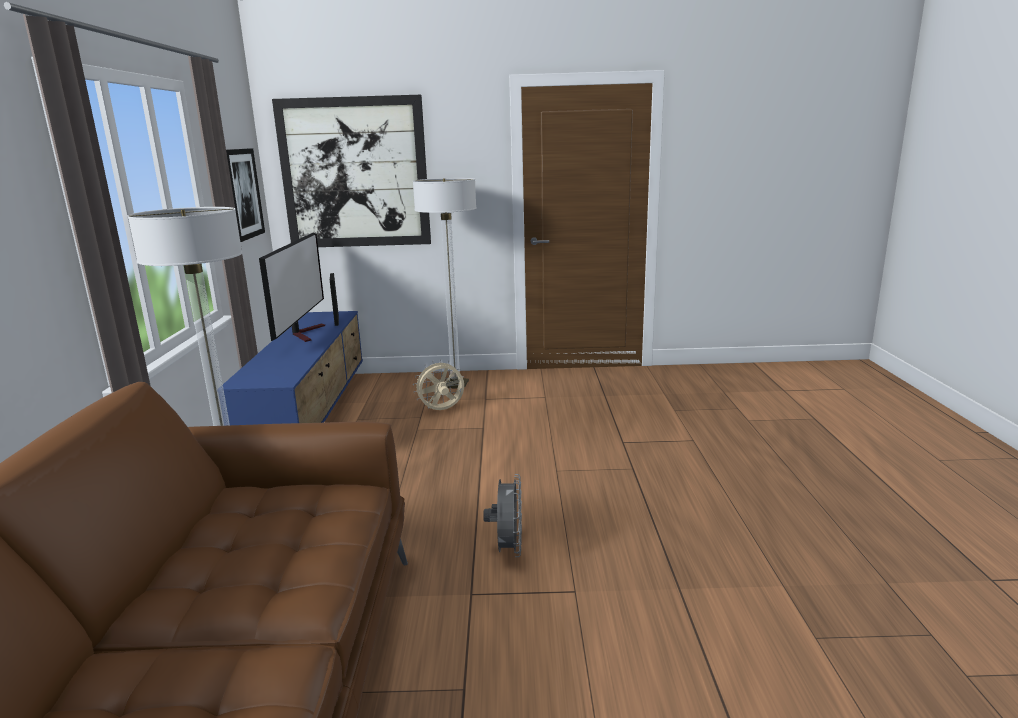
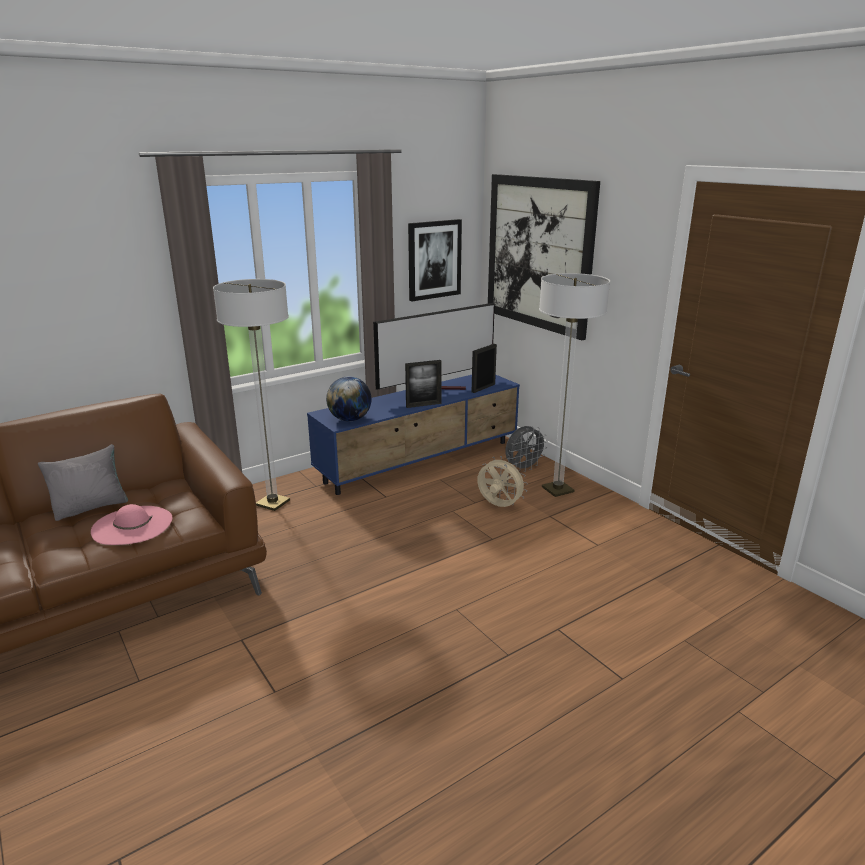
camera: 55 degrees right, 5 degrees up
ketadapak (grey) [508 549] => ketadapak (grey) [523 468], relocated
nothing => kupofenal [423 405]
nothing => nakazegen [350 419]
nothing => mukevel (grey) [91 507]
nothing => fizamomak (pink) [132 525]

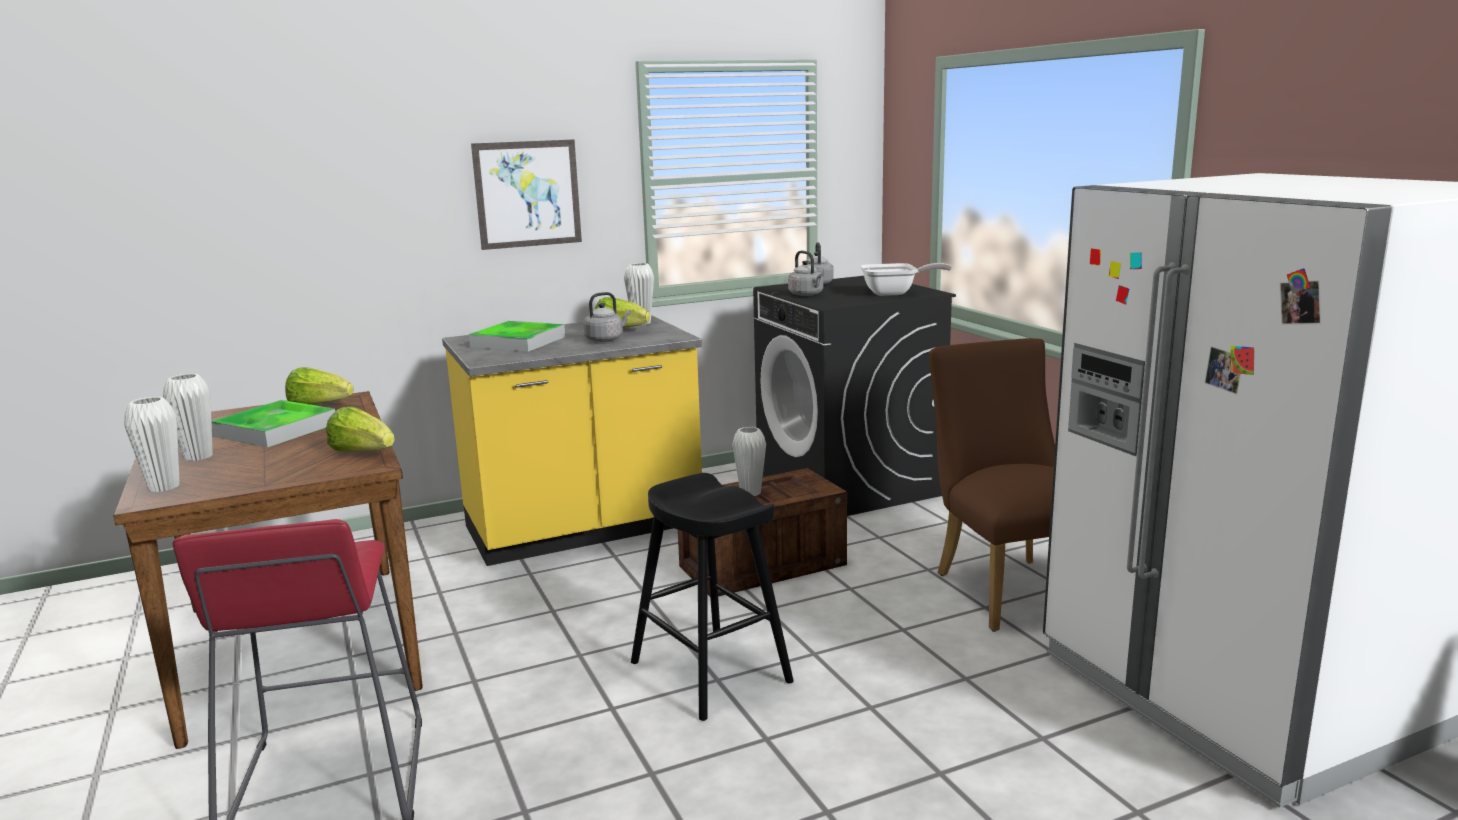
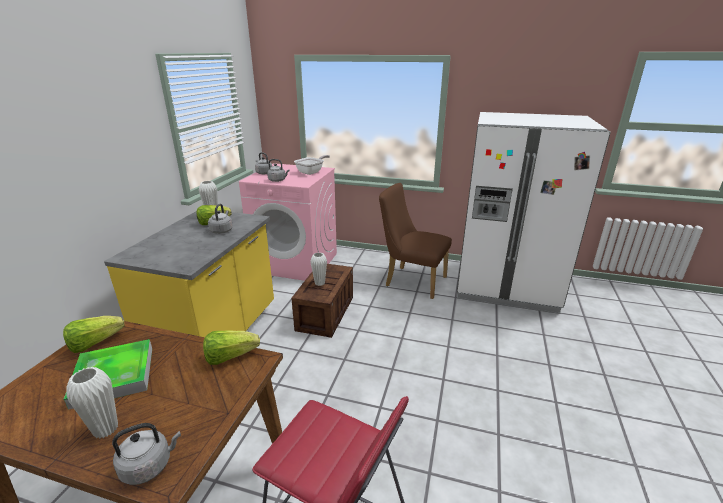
camera: 50 degrees left, 10 degrees up
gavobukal [527 194] => nothing
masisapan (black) [849 484] => masisapan (pink) [296 262]
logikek [518 342] => nothing
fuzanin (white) [164 487] => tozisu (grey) [149 465]
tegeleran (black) [710 672] => nothing

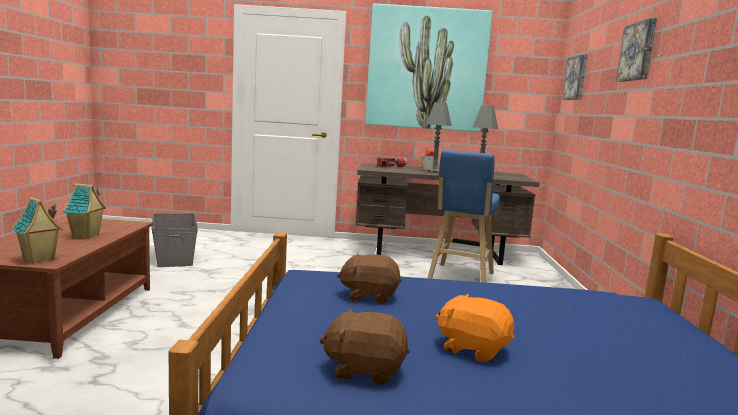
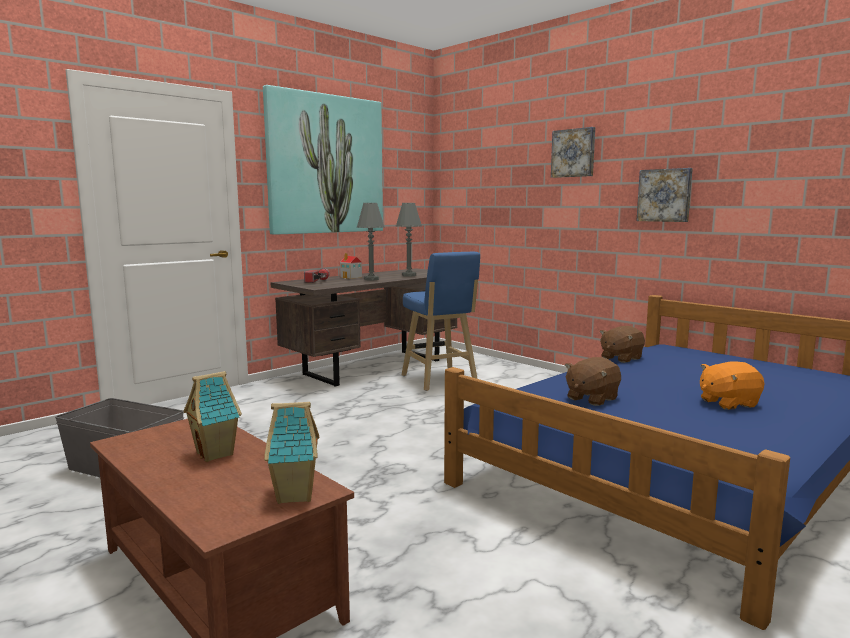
camera: 45 degrees left, 0 degrees up
gavobukal [577 78] => gavobukal [665 195], relocated
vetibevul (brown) [364 370] => vetibevul (brown) [620 358], relocated

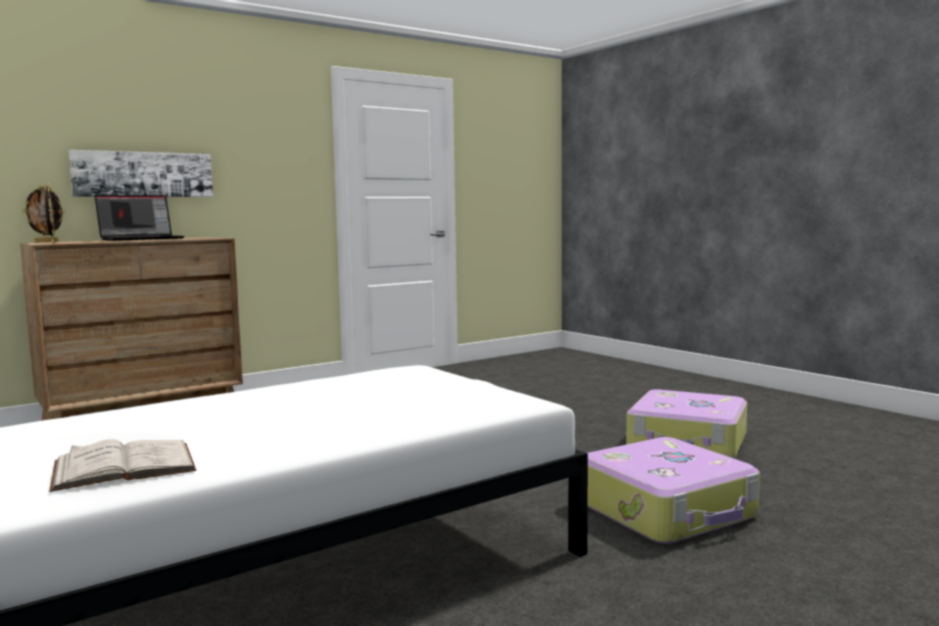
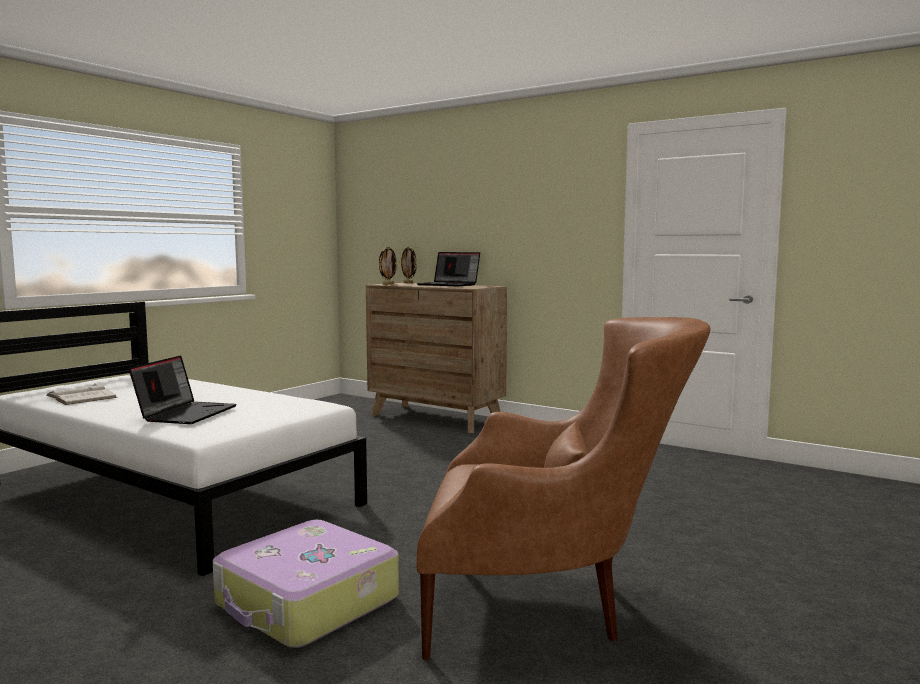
camera: 70 degrees right, 0 degrees up
gavobukal [143 174] => nothing
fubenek [688 442] => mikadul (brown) [552 605]
nothing => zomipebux [186 413]

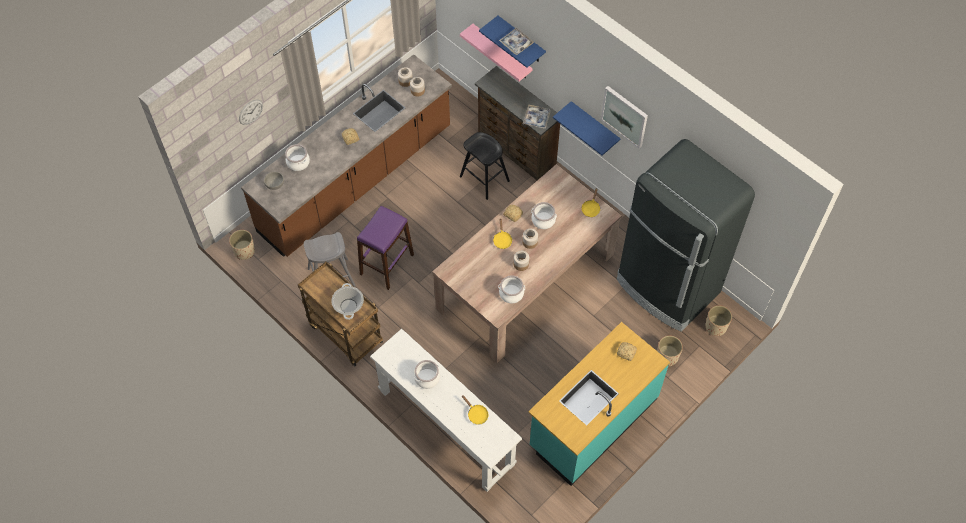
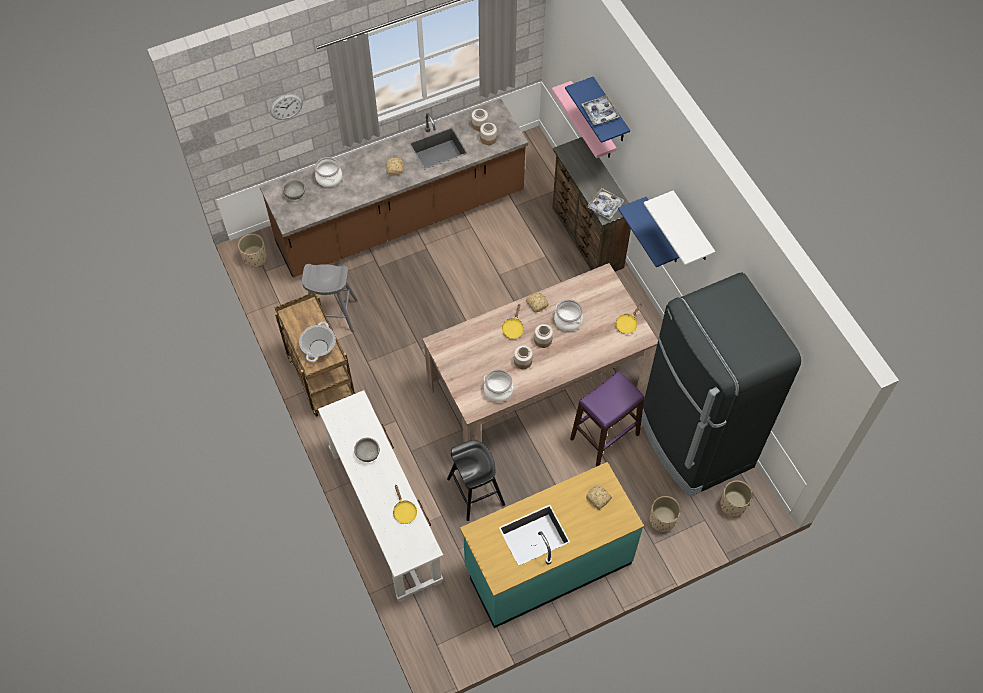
camera: 20 degrees right, 0 degrees up
gavobukal [625 116] => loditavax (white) [692 228]
tegeleran (black) [484 178] => tegeleran (black) [475 491], relocated
tegeleran (purple) [387 264] => tegeleran (purple) [604 436], relocated
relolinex [427 378] => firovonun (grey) [368 453]

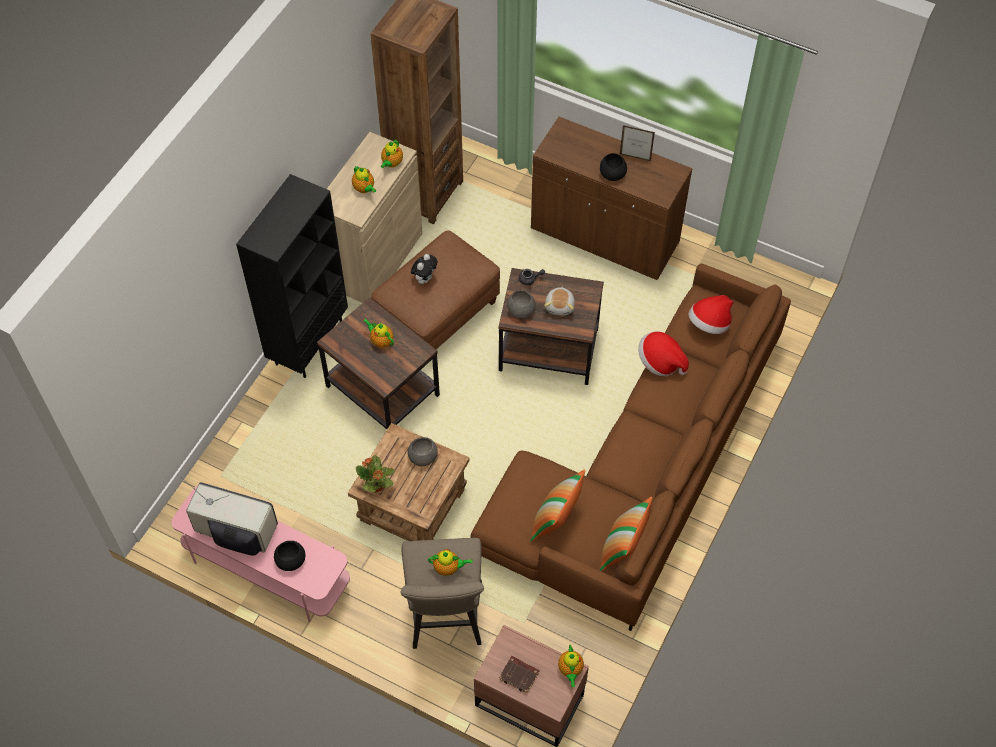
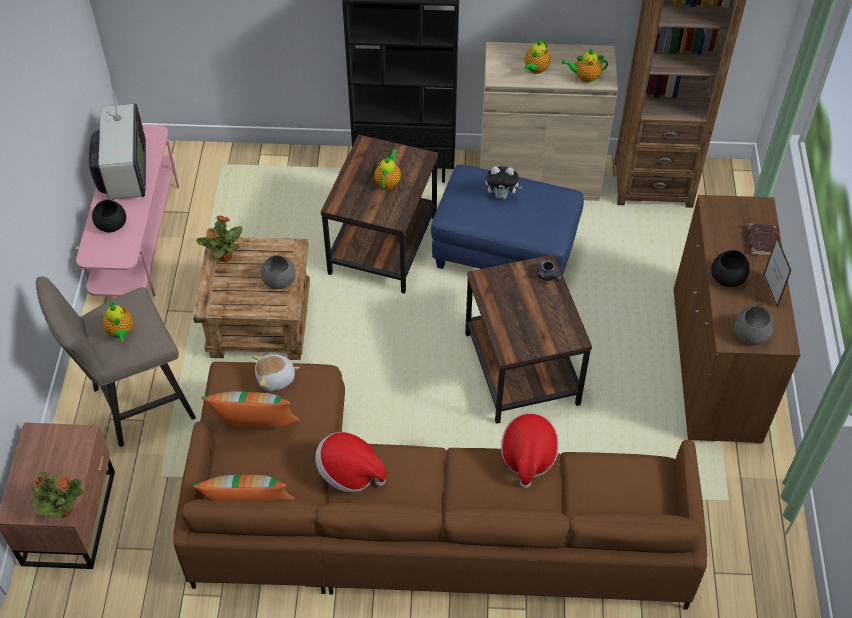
camera: 65 degrees right, 5 degrees down
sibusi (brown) [437 314] => sibusi (blue) [505 253]
vetibevul [560 306] => vetibevul [276 378], relocated
firovonun (grey) [520 310] => firovonun (grey) [751 333], relocated
fizamomak [709 324] => fizamomak [349 472], relocated
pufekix [570 670] => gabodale [63 510]
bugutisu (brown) [519 675] => bugutisu (brown) [765 242], relocated

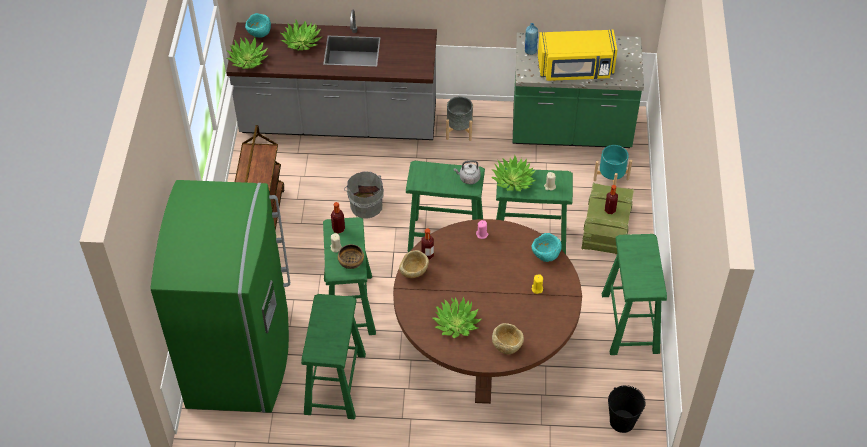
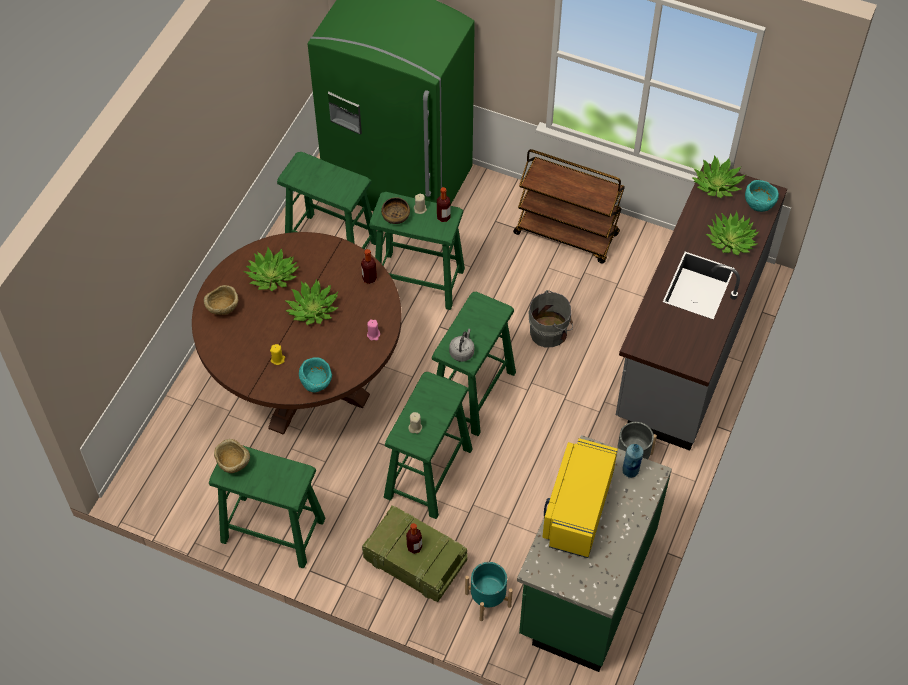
camera: 110 degrees right, 5 degrees up
gabodale [513 180] => gabodale [313 309], relocated
firovonun (beige) [414 273] => firovonun (beige) [233 464], relocated
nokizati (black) [622 421] => nothing

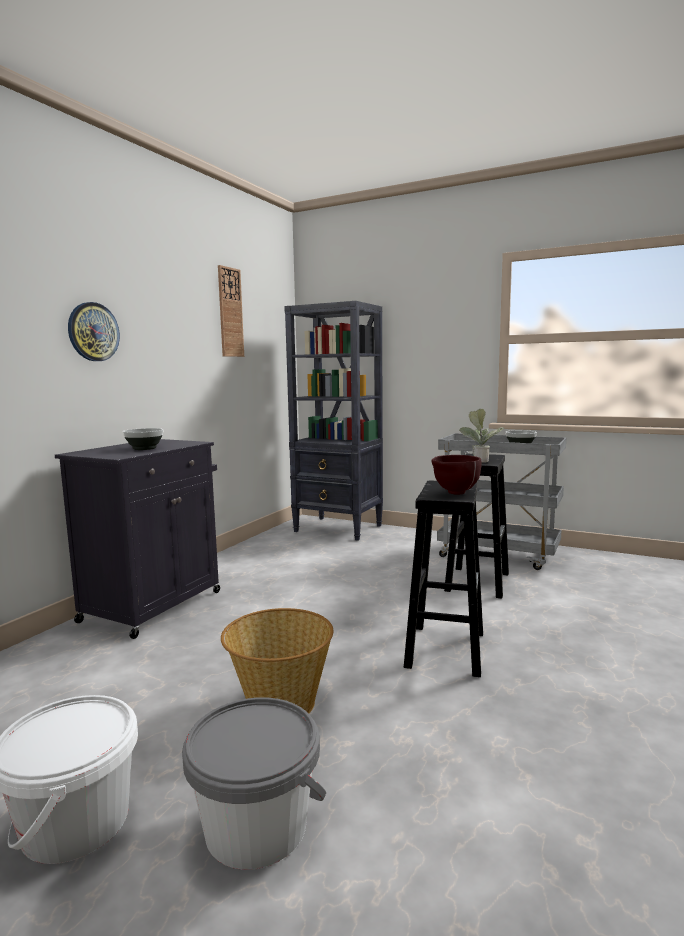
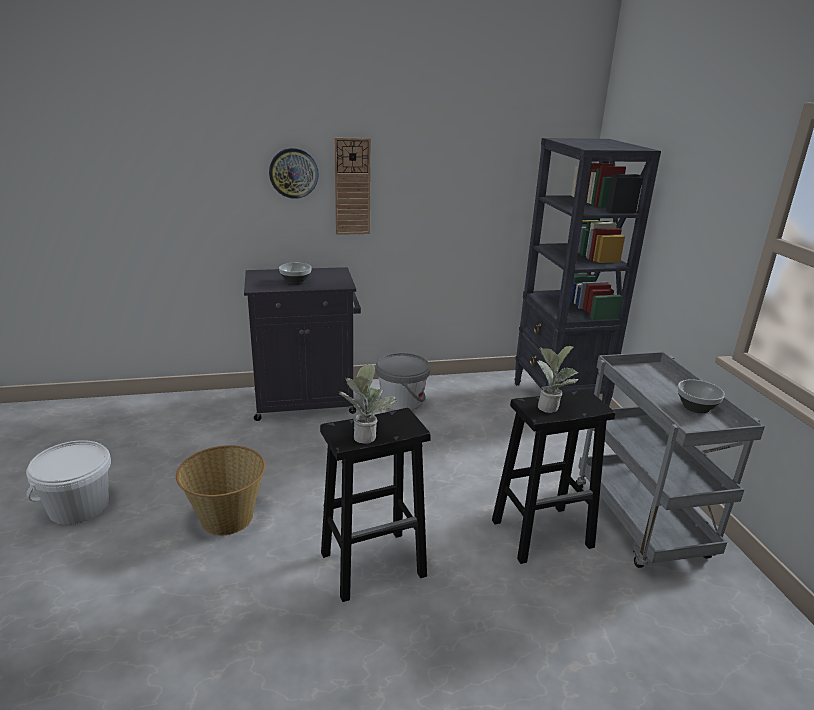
camera: 50 degrees right, 15 degrees up
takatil [230 312] => takatil [352 187], relocated
firovonun (brown) [454 493] => gabodale [366 434]
nokizati (grey) [256 826] => nokizati (grey) [402 401], relocated

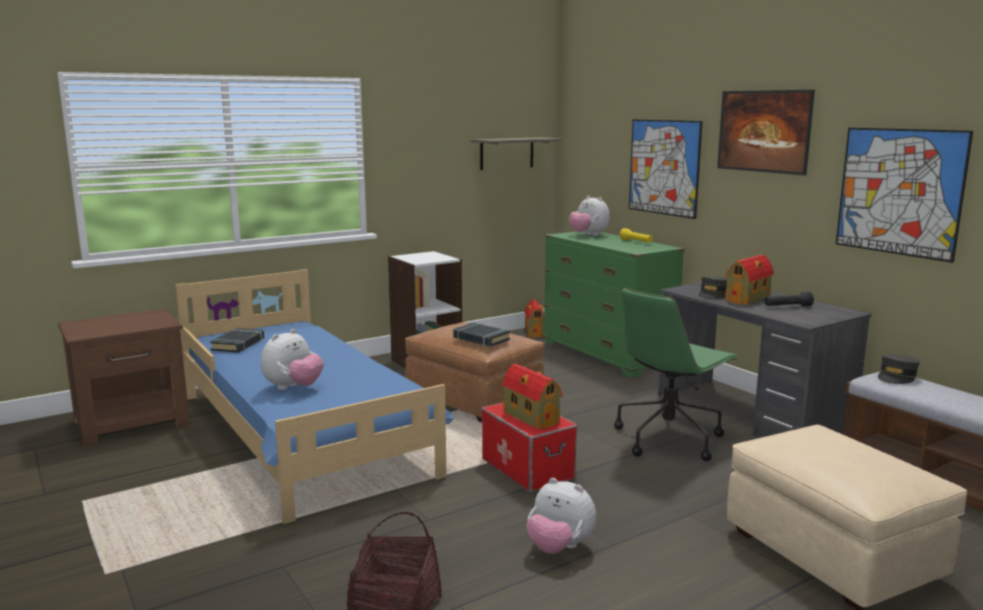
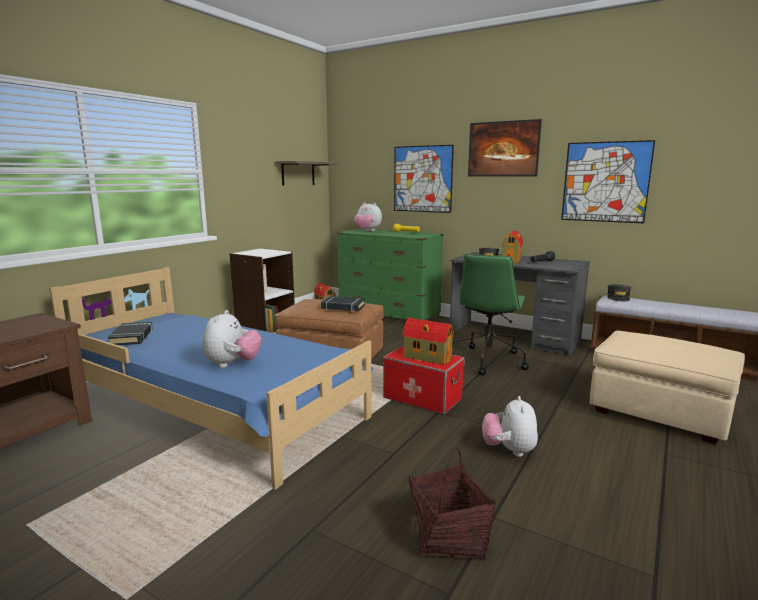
camera: 25 degrees left, 0 degrees up
vetibevul [559 548] => vetibevul [509 450], 90 degrees clockwise

